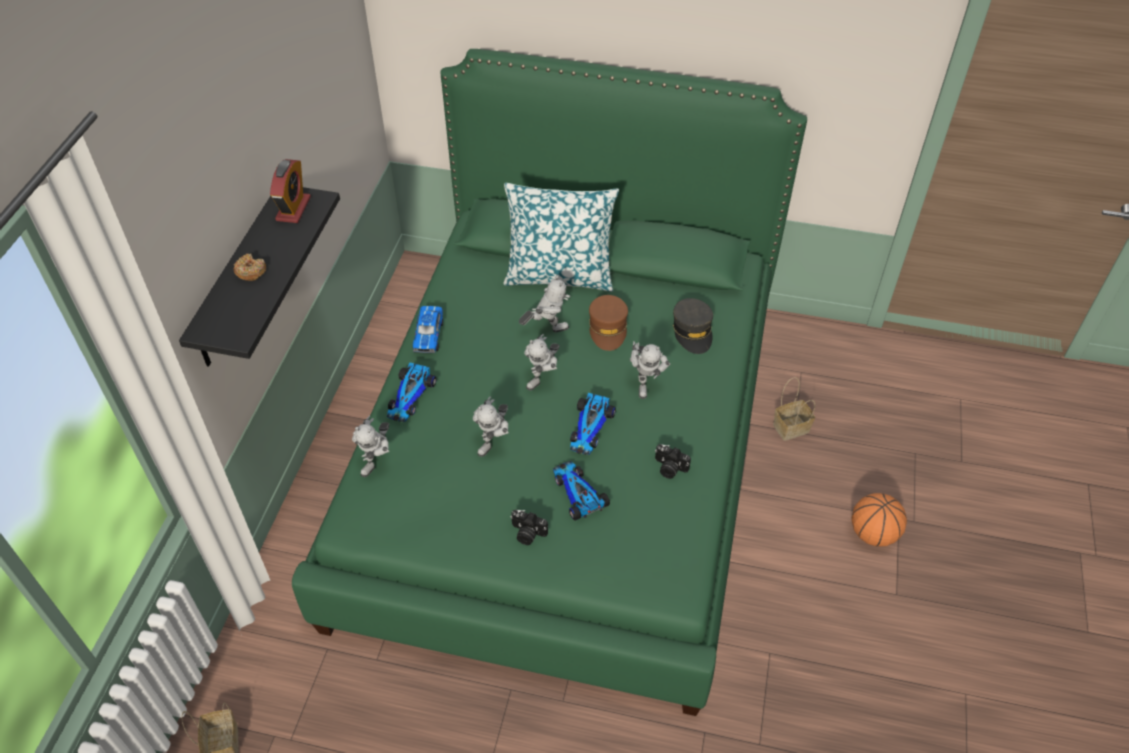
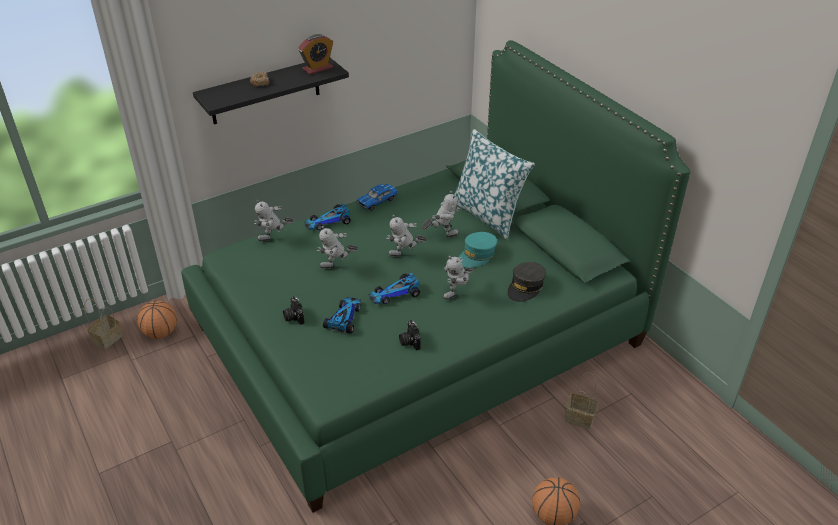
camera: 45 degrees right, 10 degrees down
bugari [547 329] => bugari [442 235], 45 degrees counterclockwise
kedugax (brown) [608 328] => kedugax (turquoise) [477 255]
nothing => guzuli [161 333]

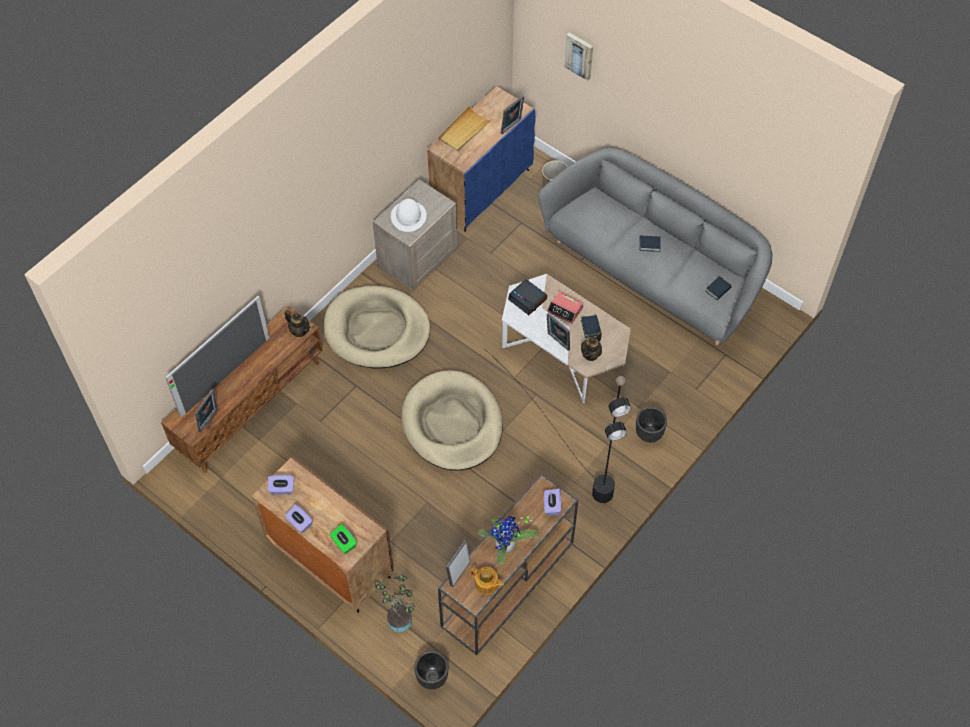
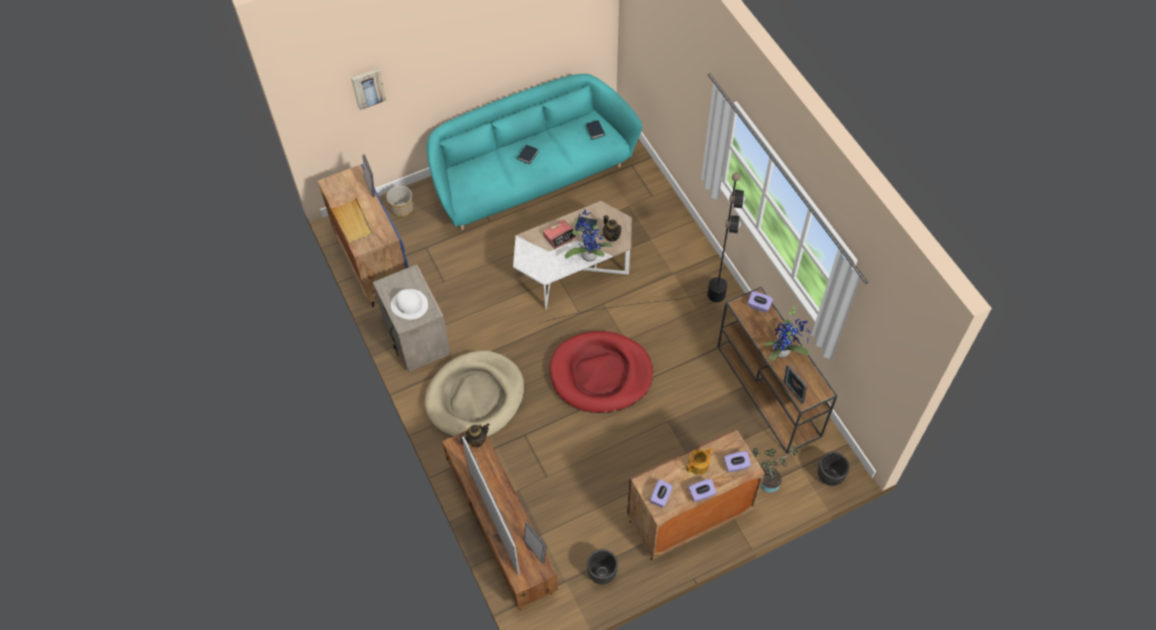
camera: 65 degrees left, 0 degrees up
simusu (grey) [655 271] => simusu (turquoise) [529 177]
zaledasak [528 299] => nothing
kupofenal [557 342] => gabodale [588 254]
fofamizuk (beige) [452 423] => fofamizuk (red) [601 374]
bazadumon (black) [649 434] => bazadumon (black) [602 573], relocated
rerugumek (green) [344 543] => rerugumek (purple) [736 465]
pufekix [486 584] => pufekix [699 465], relocated

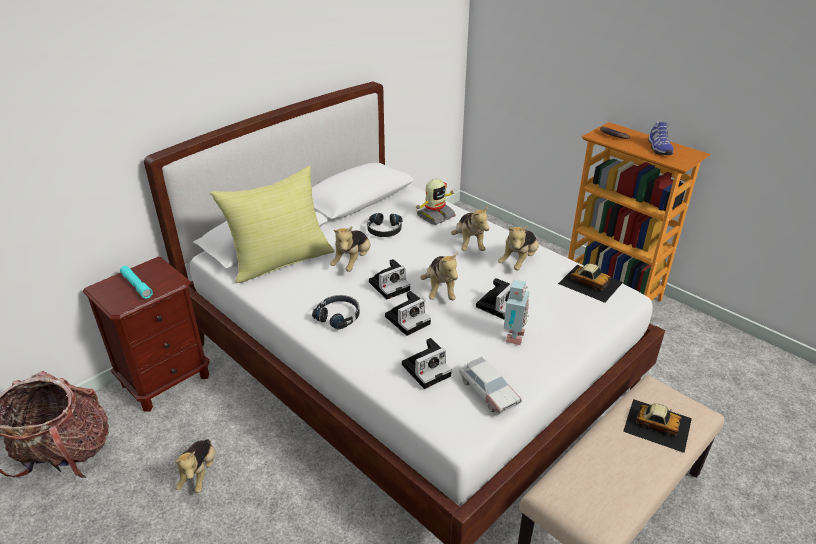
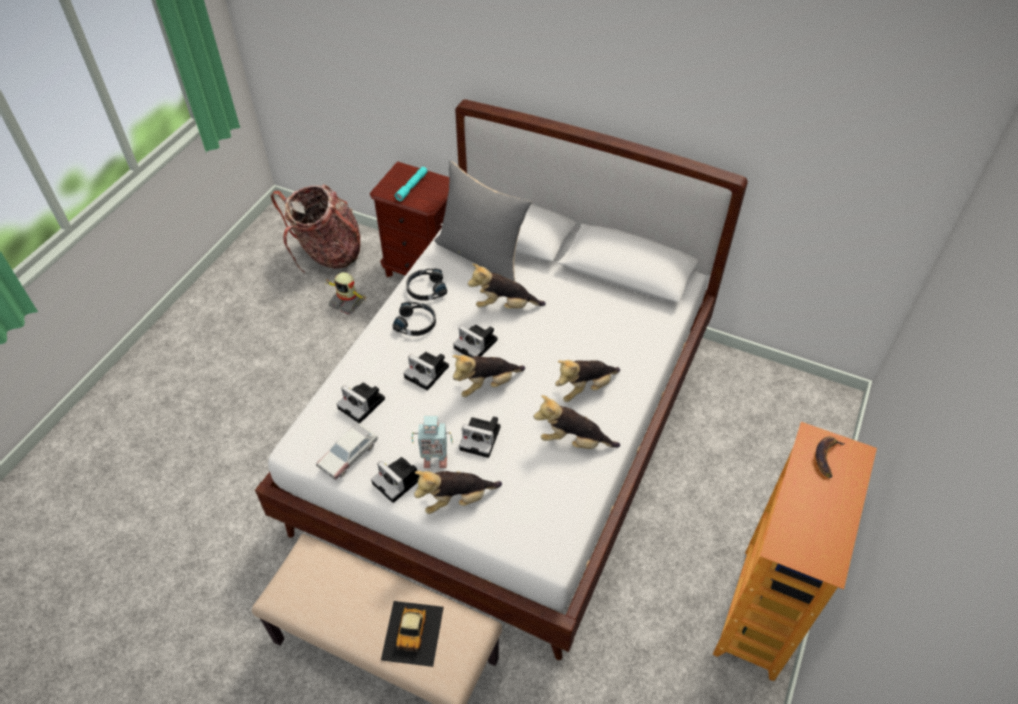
camera: 70 degrees right, 15 degrees up
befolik [658 148] => nothing
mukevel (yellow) [281 261] => mukevel (grey) [482 256]
bugari [435 216] => bugari [347 302], relocated
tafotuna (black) [384 230] => tafotuna (black) [426 289], relocated
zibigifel [590 282] => nothing
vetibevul [199 474] => vetibevul [457 500], relocated
nothing => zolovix [399 481]

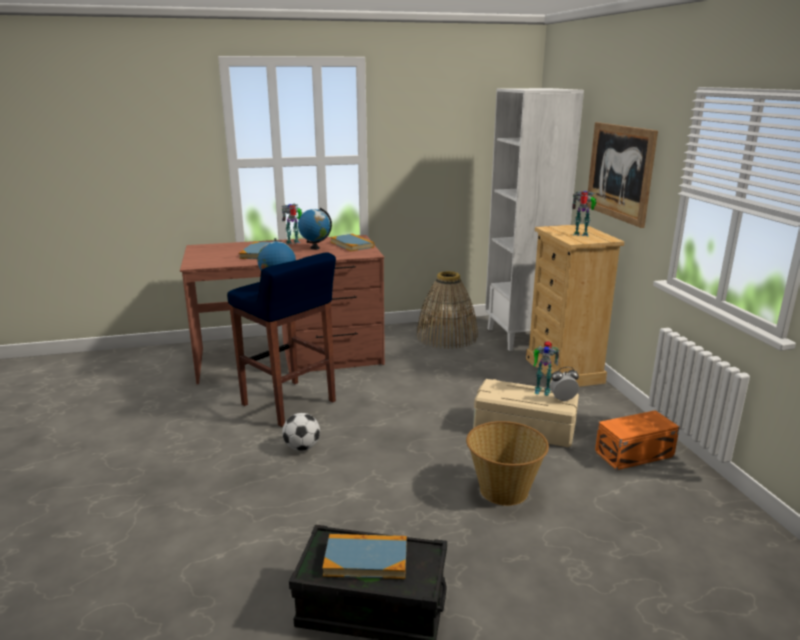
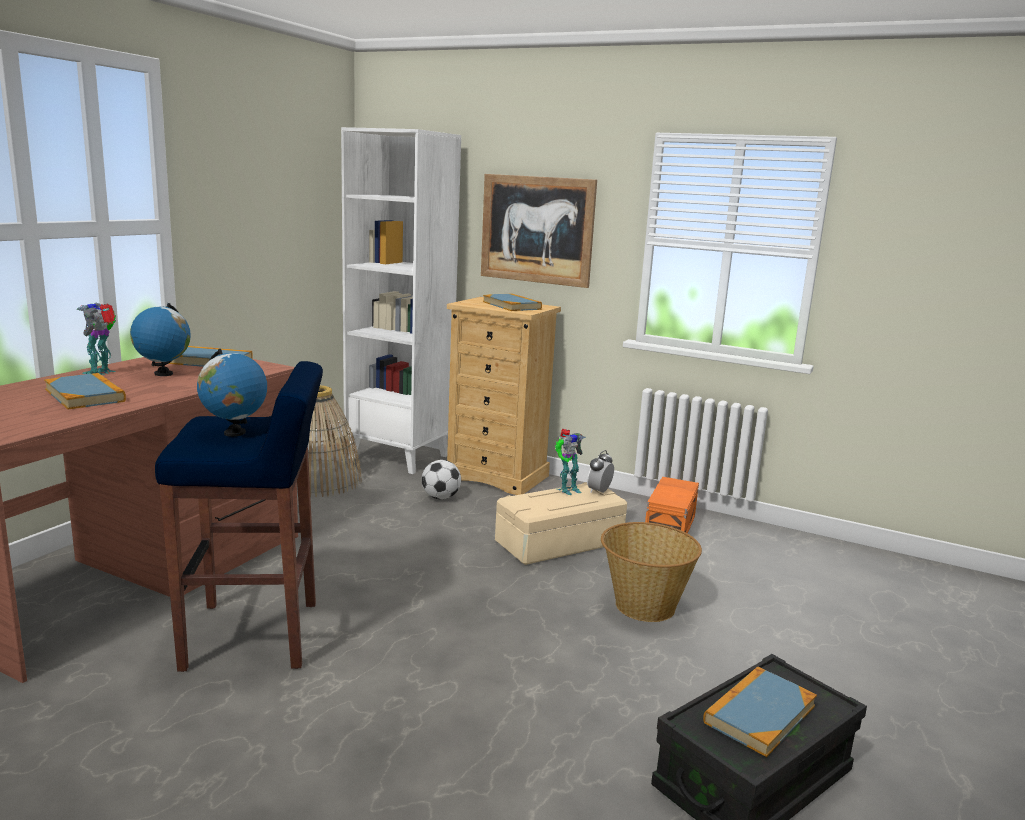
camera: 50 degrees left, 5 degrees down
bugari [581 235] => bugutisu [511 305]
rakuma [302 447] => rakuma [440 497], relocated

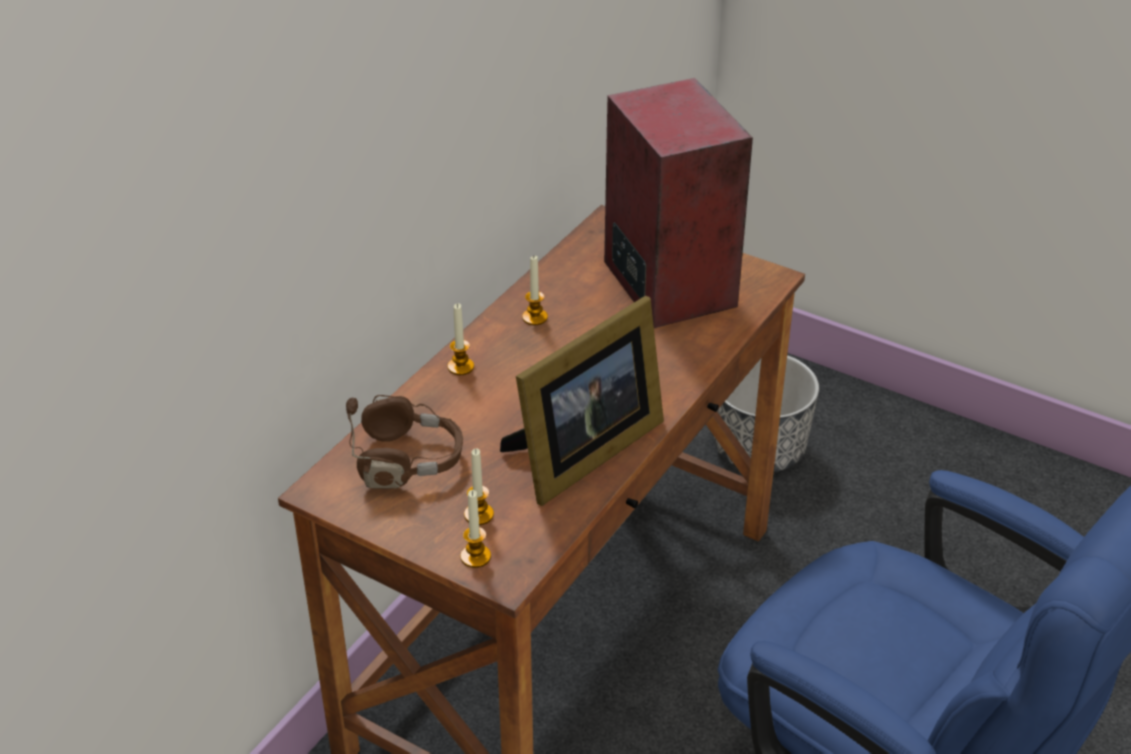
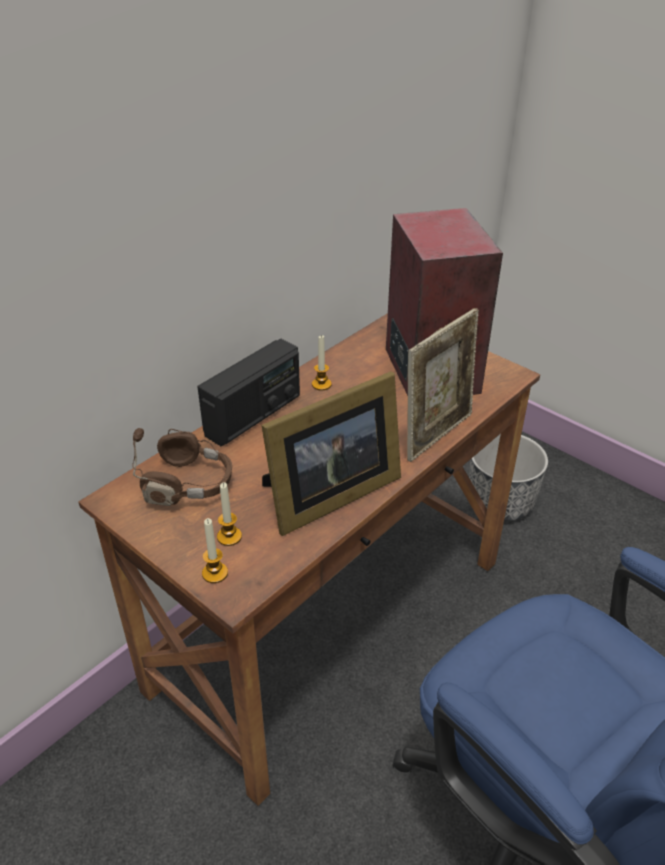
camera: 10 degrees right, 0 degrees up
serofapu [460 367] => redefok [253 415]
nothing => kupofenal [437 434]

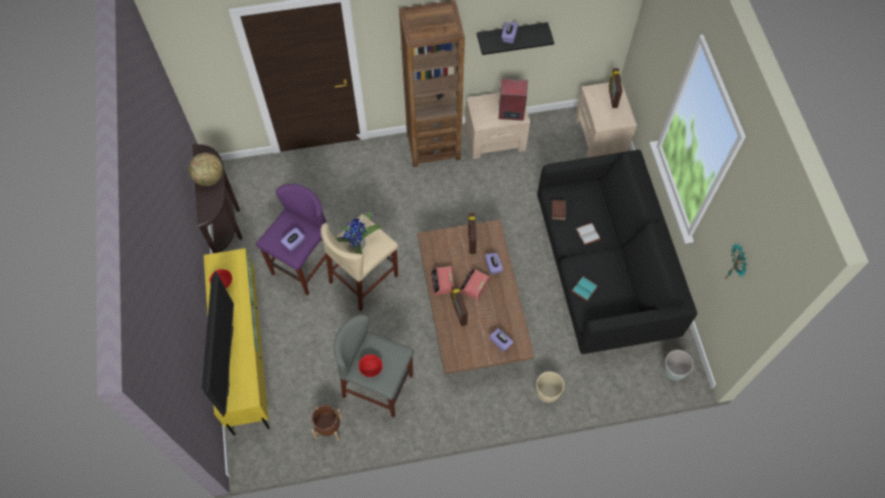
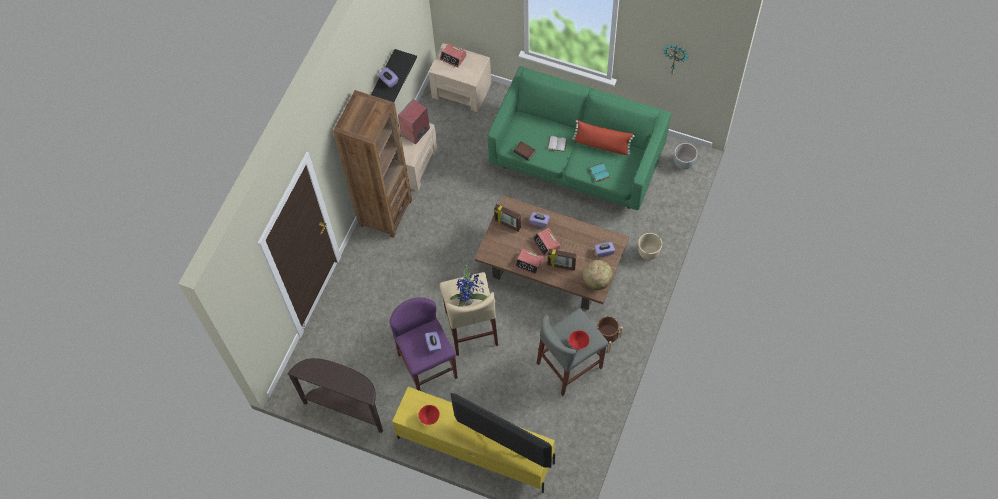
camera: 55 degrees left, 0 degrees up
kupofenal [612 97] => zaledasak [453 57]
simusu (black) [603 270] => simusu (green) [577 159]
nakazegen [210 178] => nakazegen [597 281], relocated
bazadumon (brown) [329 427] => bazadumon (brown) [606 338], relocated
nothing => mukevel (red) [602 145]

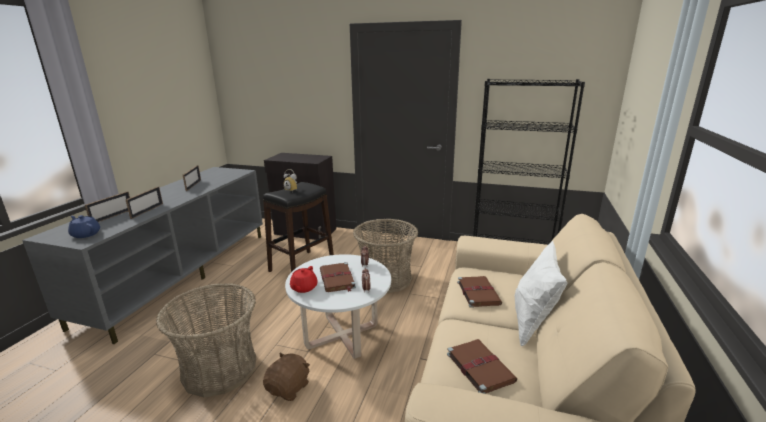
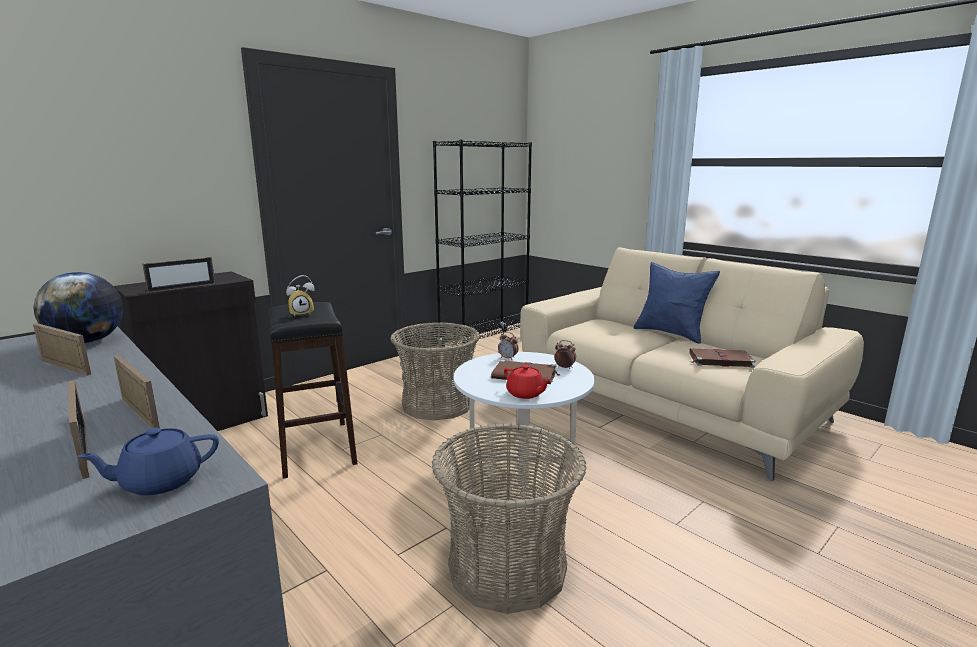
camera: 60 degrees left, 5 degrees down
mukevel (white) [532 323] => mukevel (blue) [671 334]
bugutisu (brown) [478 292] => nothing
vetibevul (brown) [289 388] => nothing
nothing => kupofenal [182 288]
nothing => nakazegen [87 342]

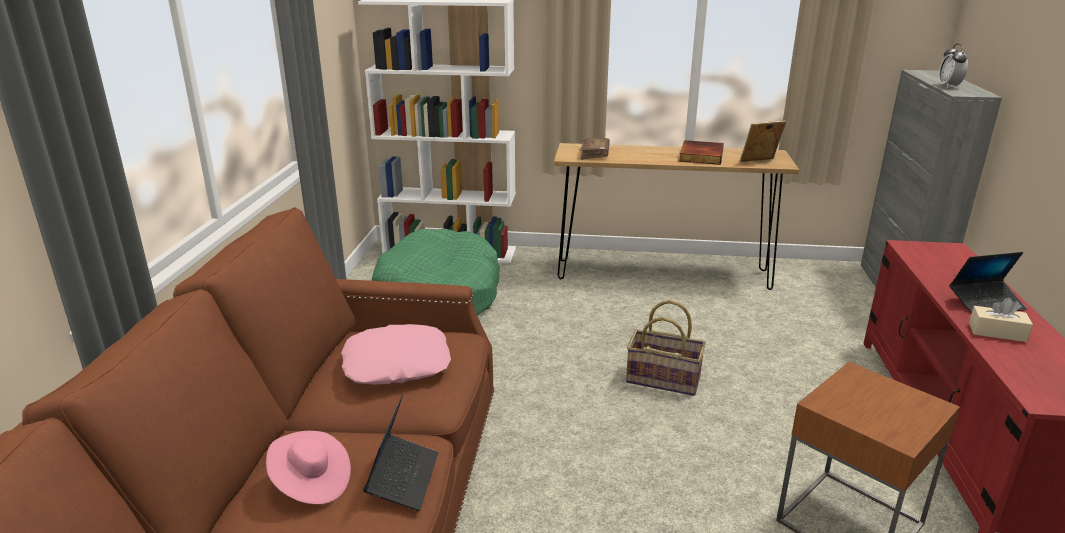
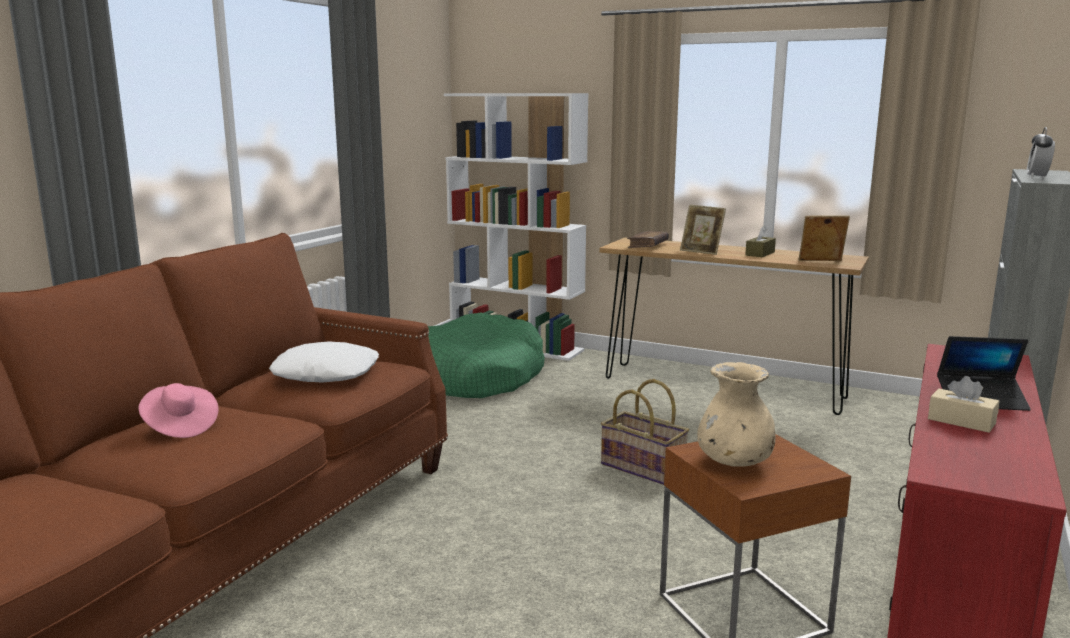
camera: 20 degrees right, 10 degrees down
bugutisu [700 155] => rerugumek (brown) [760 254]
mukevel (pink) [397 364] => mukevel (white) [326 373]
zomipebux [403 478] => nothing
nothing => kupofenal [701 251]
nothing => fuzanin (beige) [734 462]

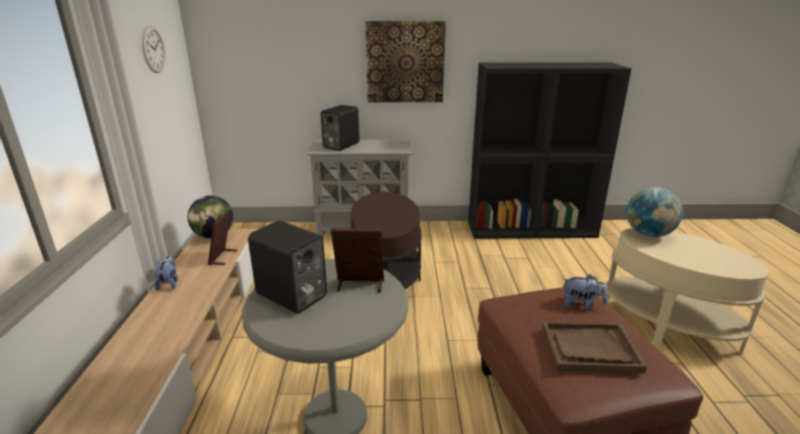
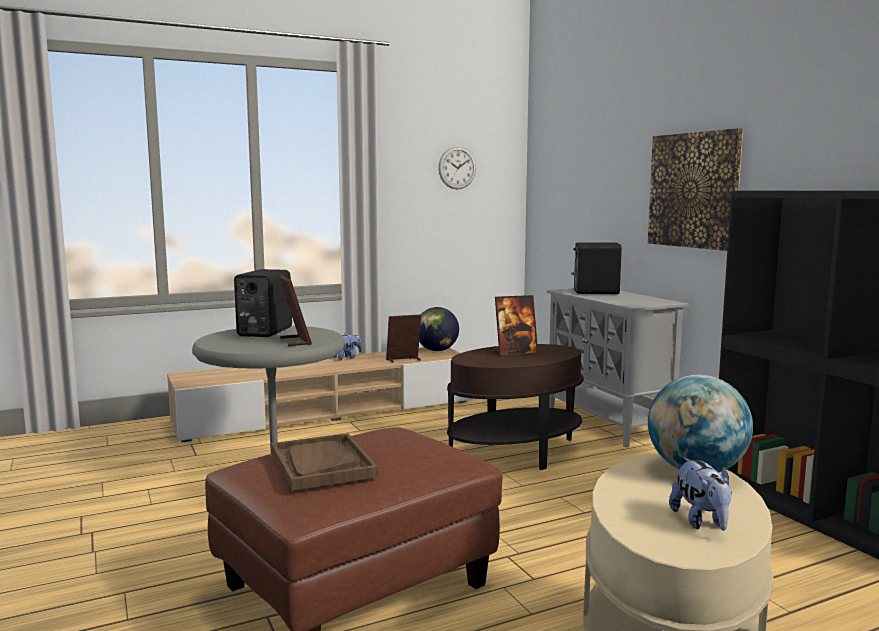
camera: 65 degrees right, 15 degrees down
vetibevul [581 305] => vetibevul [701 522], relocated
nothing => kupofenal [515 353]

